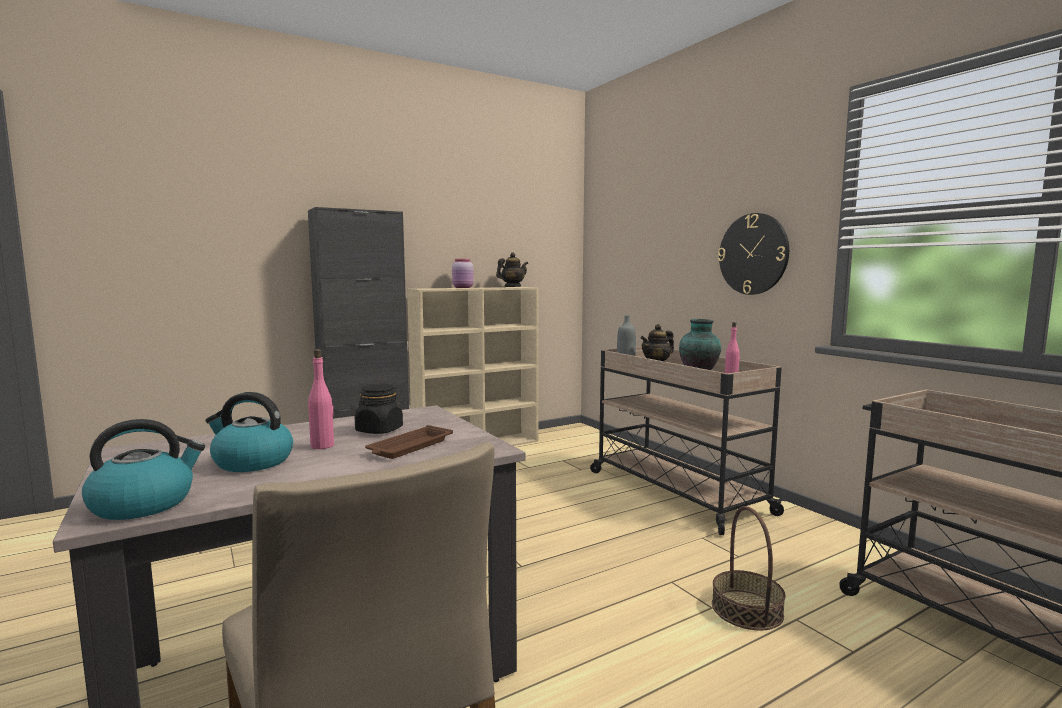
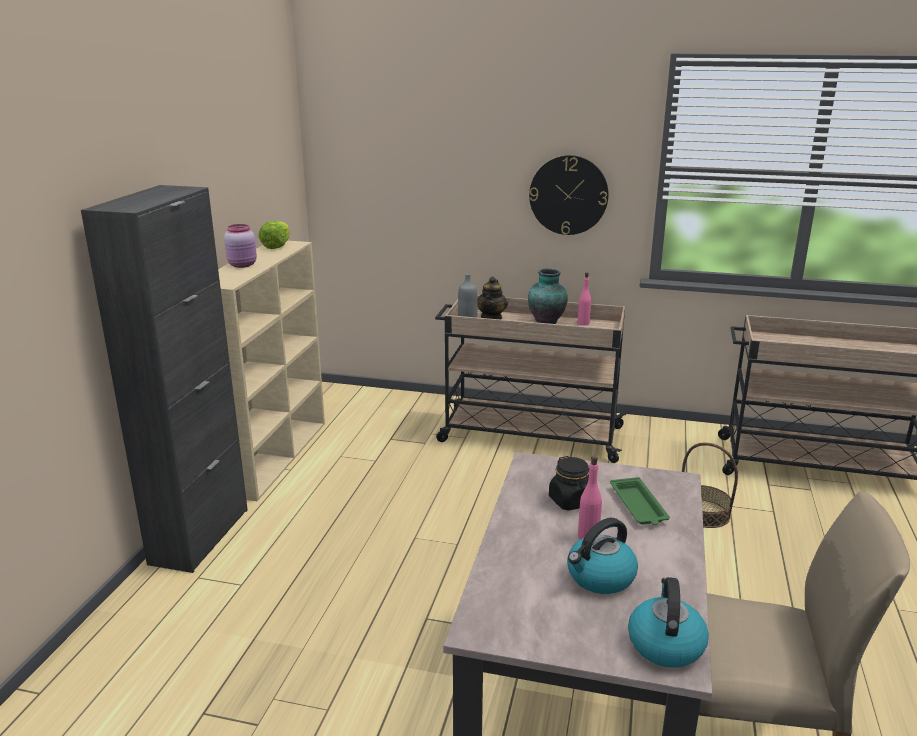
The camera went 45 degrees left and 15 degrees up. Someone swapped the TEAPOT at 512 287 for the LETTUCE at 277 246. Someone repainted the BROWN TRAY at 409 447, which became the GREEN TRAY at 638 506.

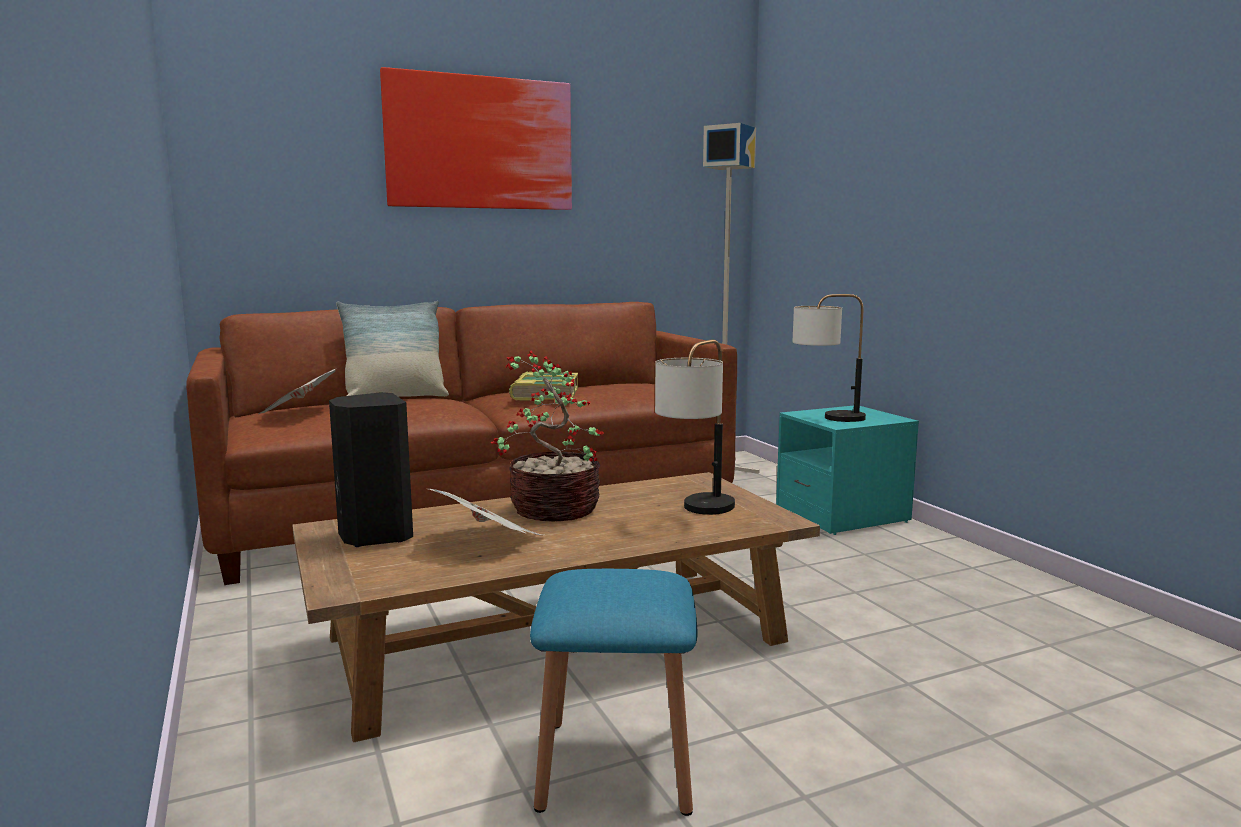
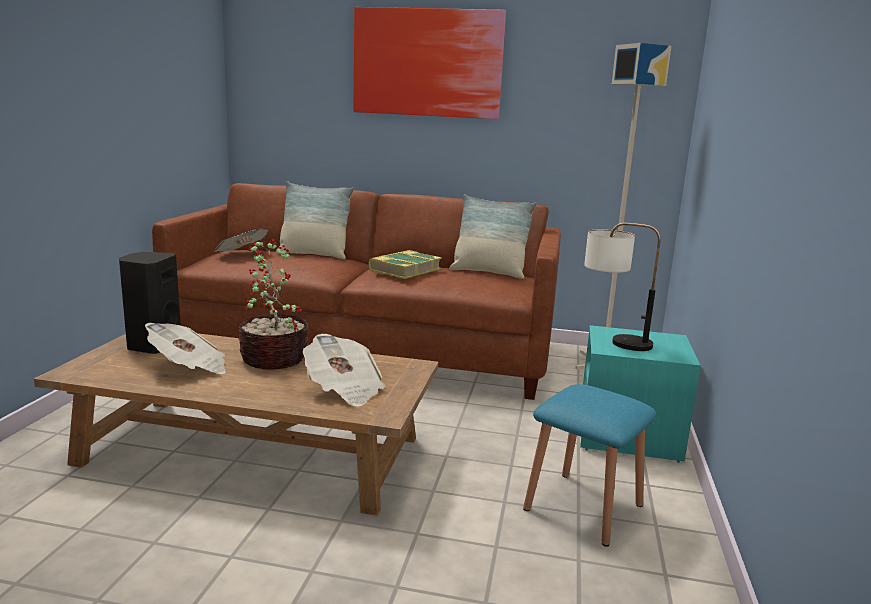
The camera went 35 degrees right and 5 degrees up. Someone put down the PILLOW at 488 273. Someone carried the BLUE STOOL from 615 765 to 583 507. Someone swapped the TABLE LAMP at 696 513 for the NEWSPAPER at 344 390.

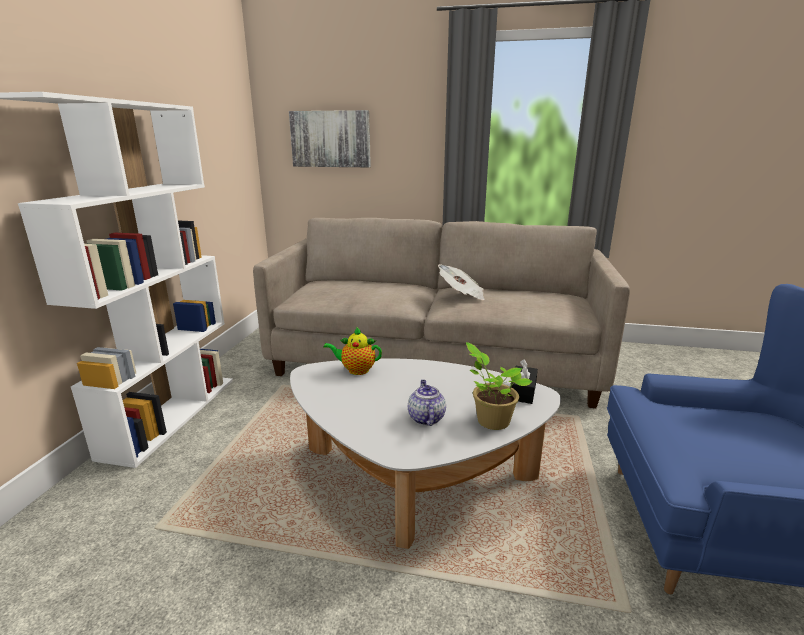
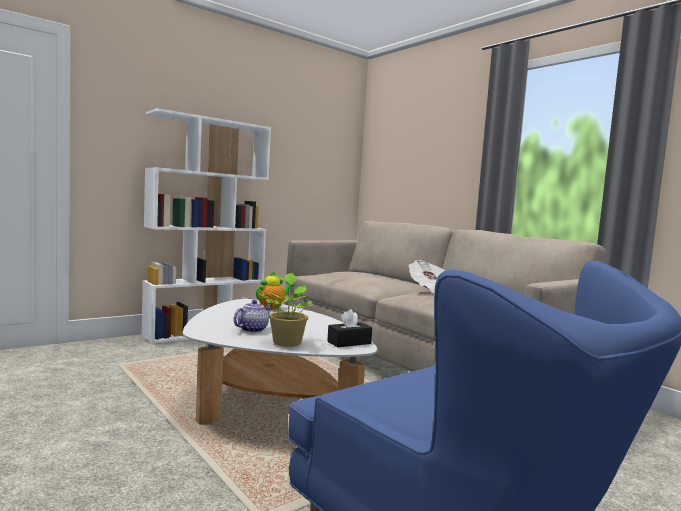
The camera went 40 degrees right and 15 degrees down. Someone took away the PICTURE at 330 139. Someone rotated the TEAPOT at 356 370 by 90 degrees clockwise.

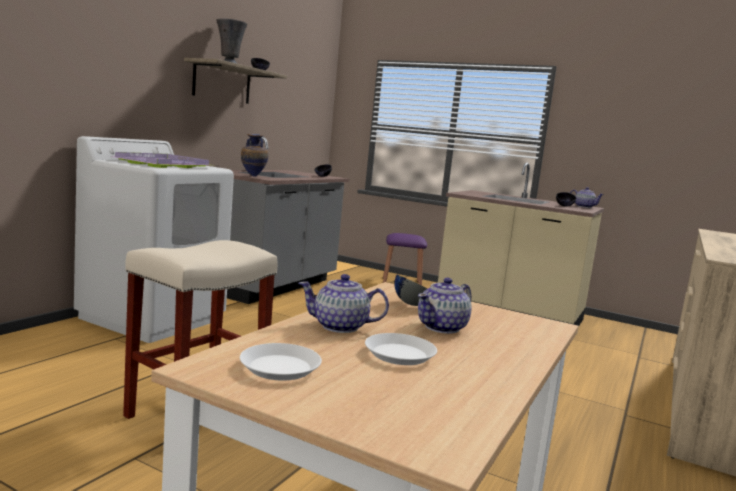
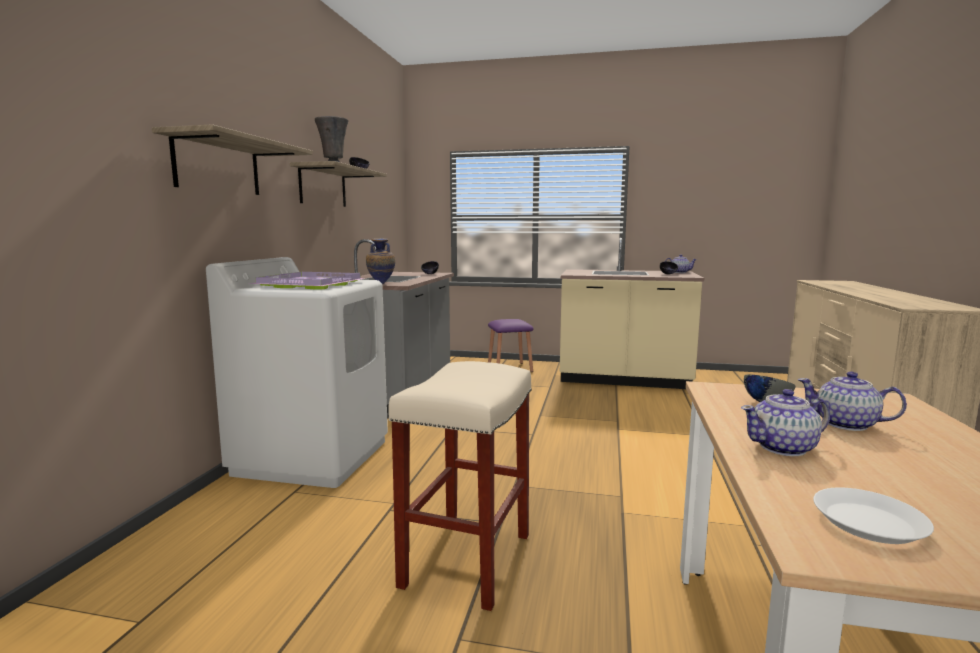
The camera went 15 degrees left and 0 degrees up. Someone took away the WHITE PLATE at 399 354. Someone put up the SHELF at 218 166. Someone rotated the TEAPOT at 442 327 by 90 degrees clockwise.

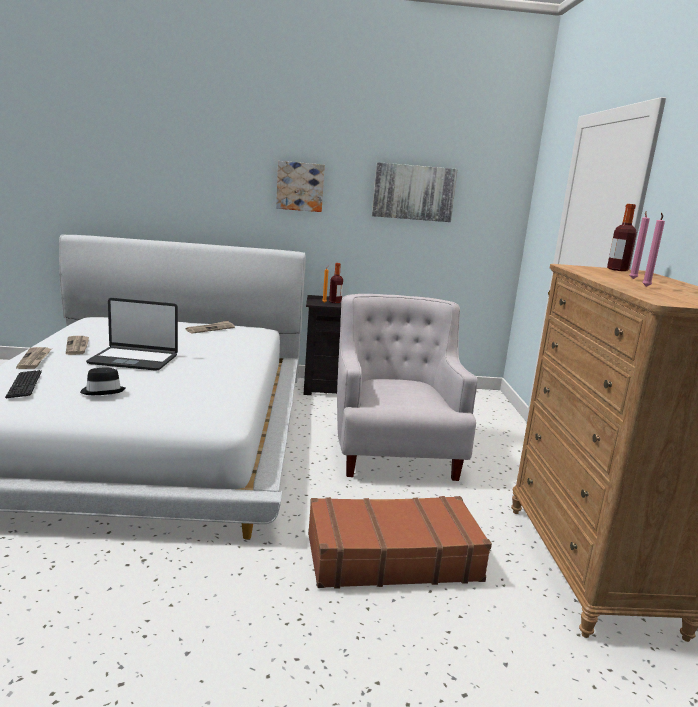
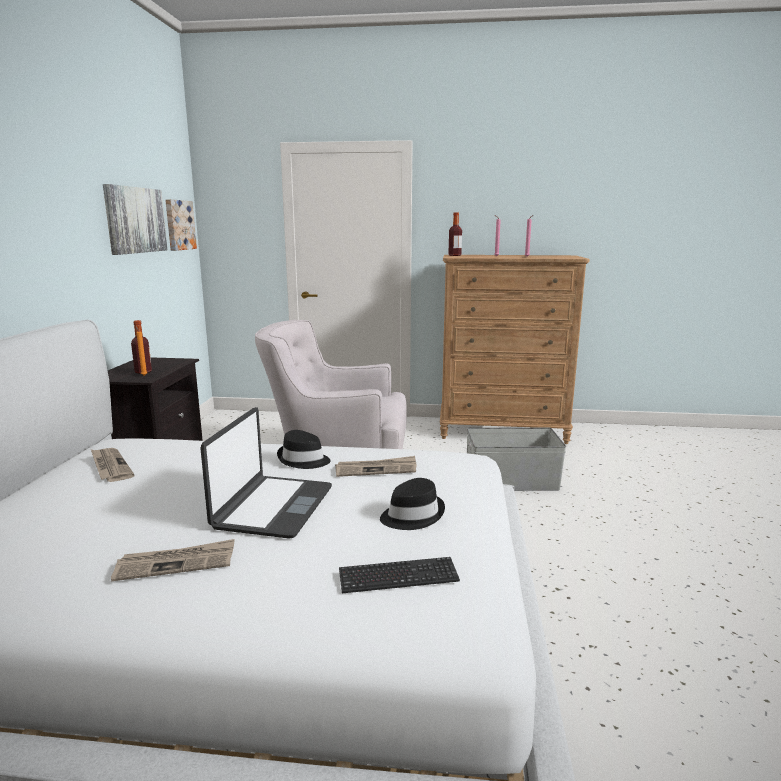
The camera went 80 degrees left and 0 degrees up. Someone put down the BLACK HAT at 303 460. Someone carried the NEWSPAPER from 35 359 to 376 469. Someone carried the PICTURE from 300 186 to 179 225. Someone swapped the BROWN SUITCASE at 391 556 for the GREY STORAGE BOX at 512 482.

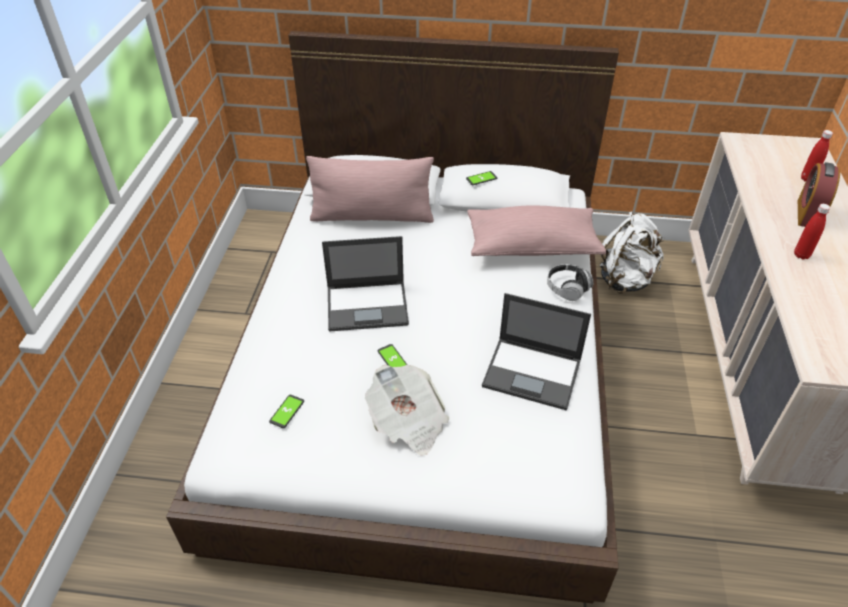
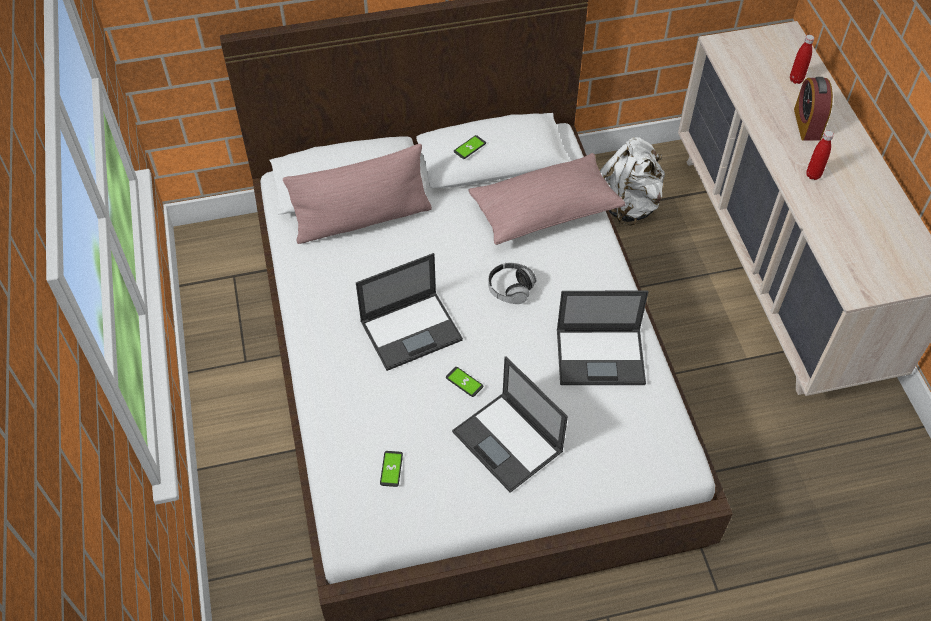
The camera went 20 degrees left and 10 degrees up. Someone carried the HEADPHONES from 567 288 to 510 289. Someone swapped the NEWSPAPER at 408 422 for the LAPTOP at 508 442.

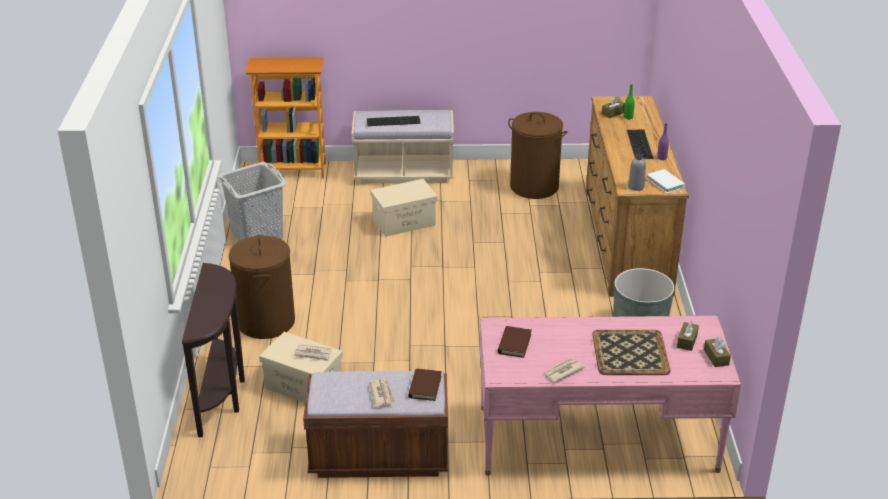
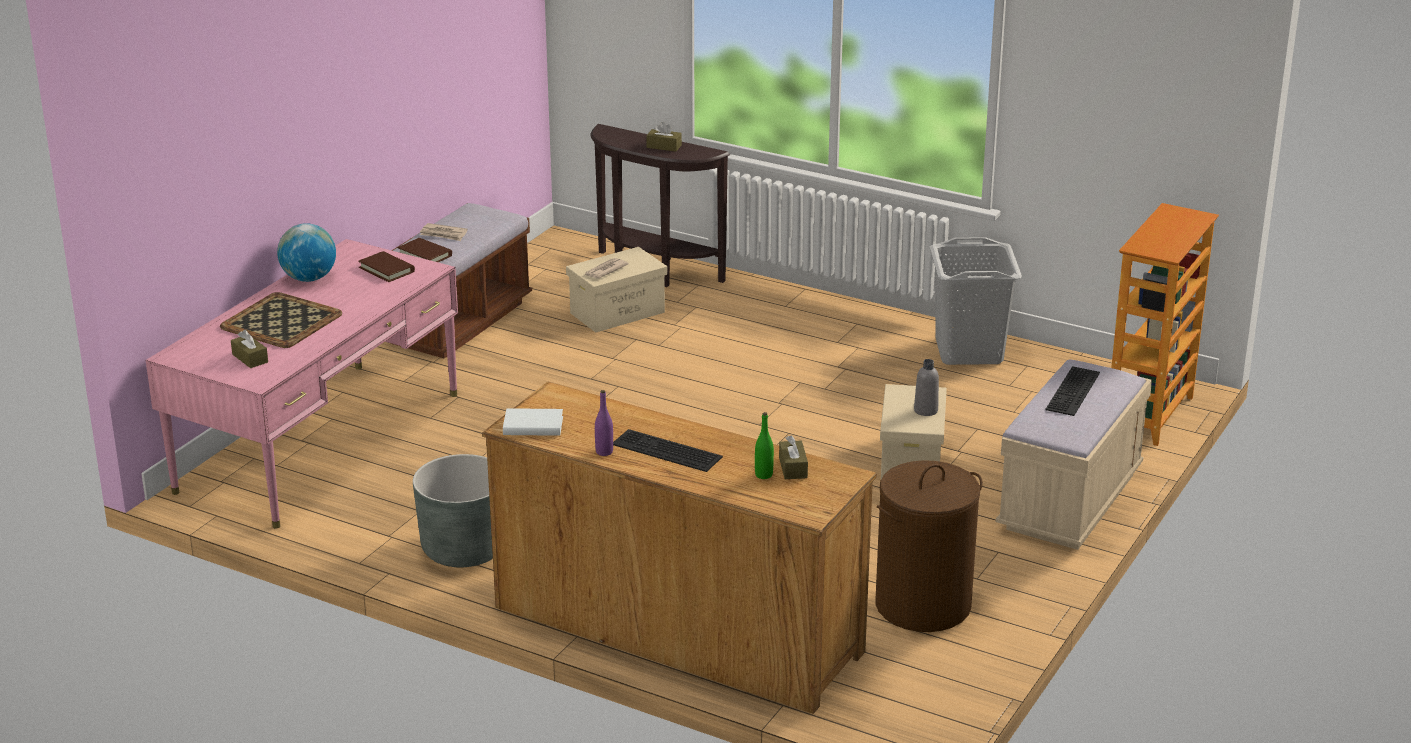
The camera went 120 degrees right and 5 degrees down. Someone took away the BROWN LAUNDRY BASKET at 266 322. Someone carried the GREY BOTTLE from 636 187 to 925 410. Someone carried the BROWN TISSUE BOX from 716 357 to 664 146. Someone swapped the NEWSPAPER at 562 372 for the GLOBE at 309 278.

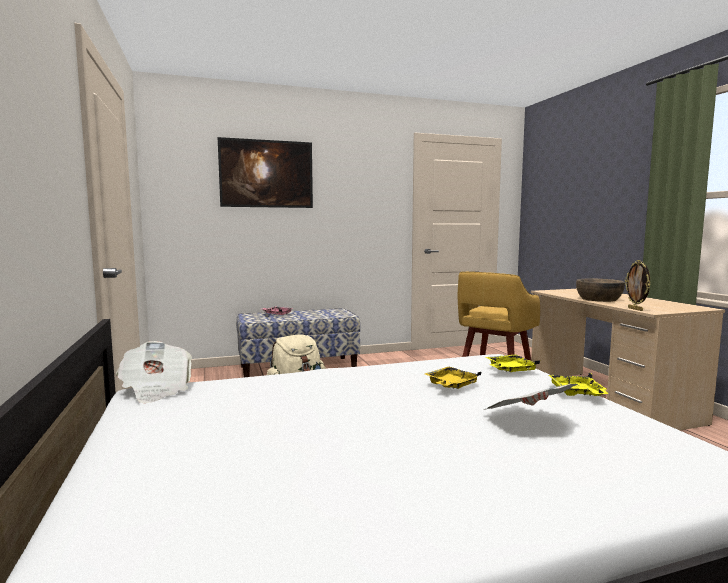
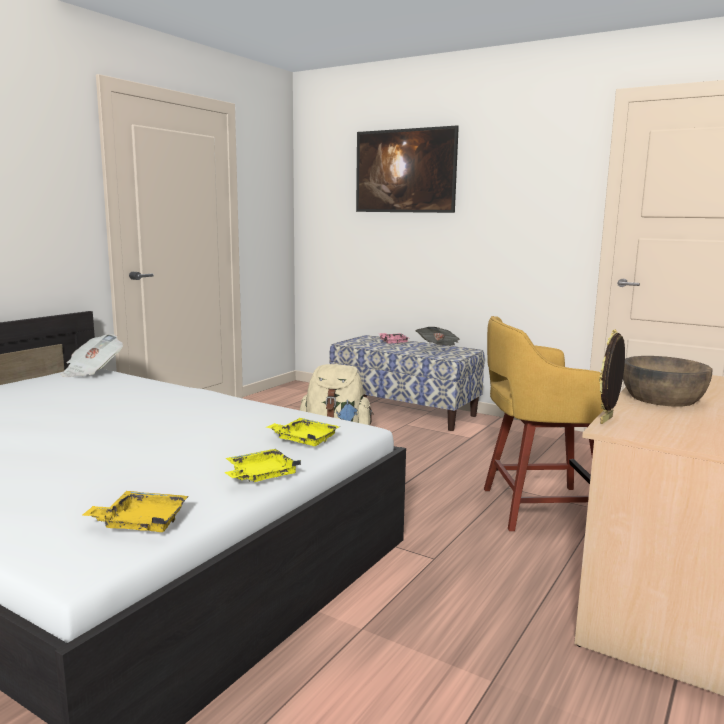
The camera went 50 degrees right and 5 degrees up. Someone carried the YELLOW TRAY from 451 385 to 141 522. Someone carried the NEWSPAPER from 527 420 to 438 348.

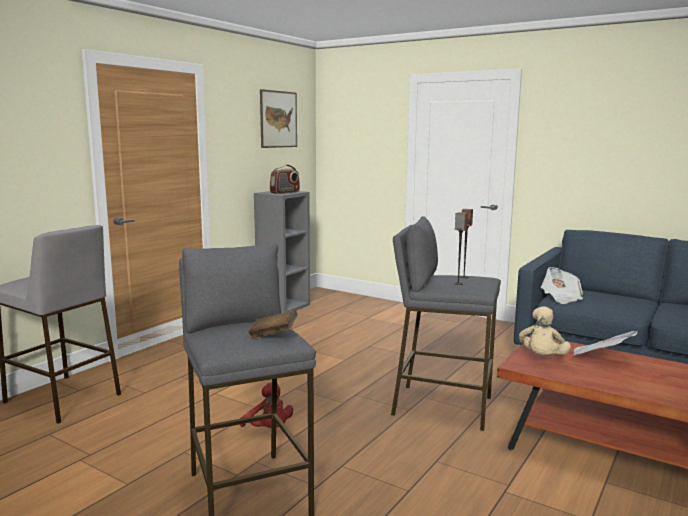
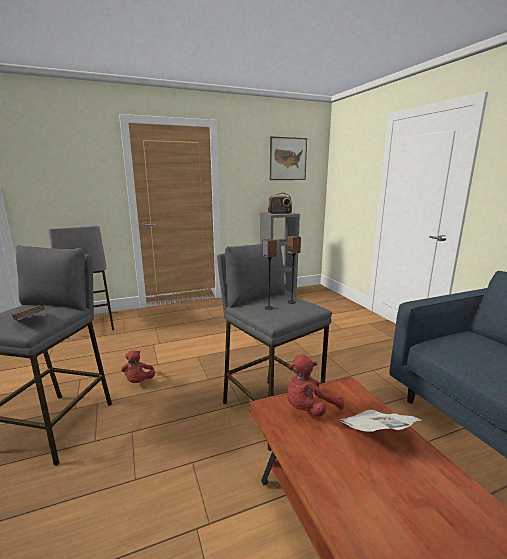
The camera went 35 degrees right and 5 degrees up. Someone took away the NEWSPAPER at 559 297. Someone repainted the BEIGE PLUSH TOY at 542 358, which became the RED PLUSH TOY at 309 409.

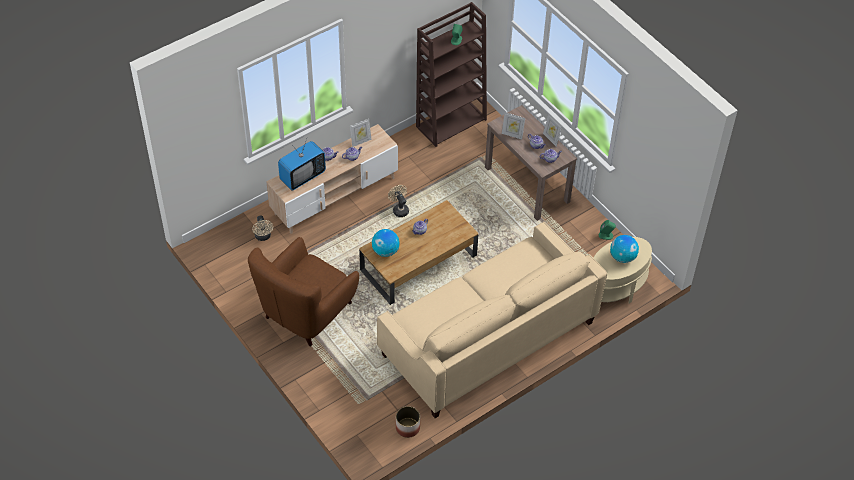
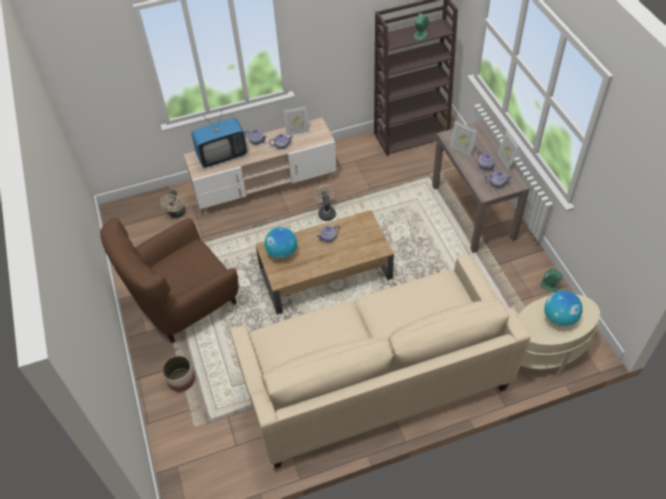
The camera went 20 degrees right and 0 degrees up. Someone carried the PLANTER from 407 428 to 181 380.

